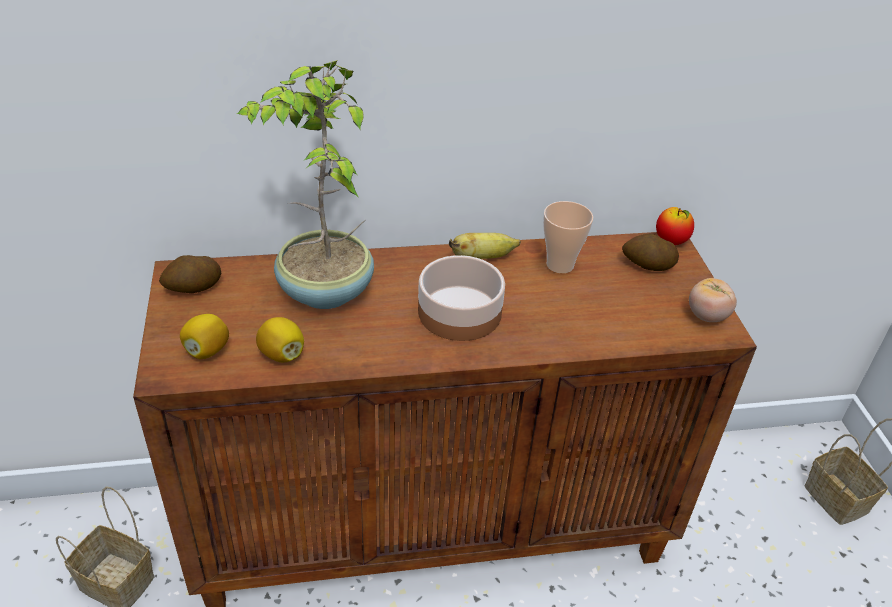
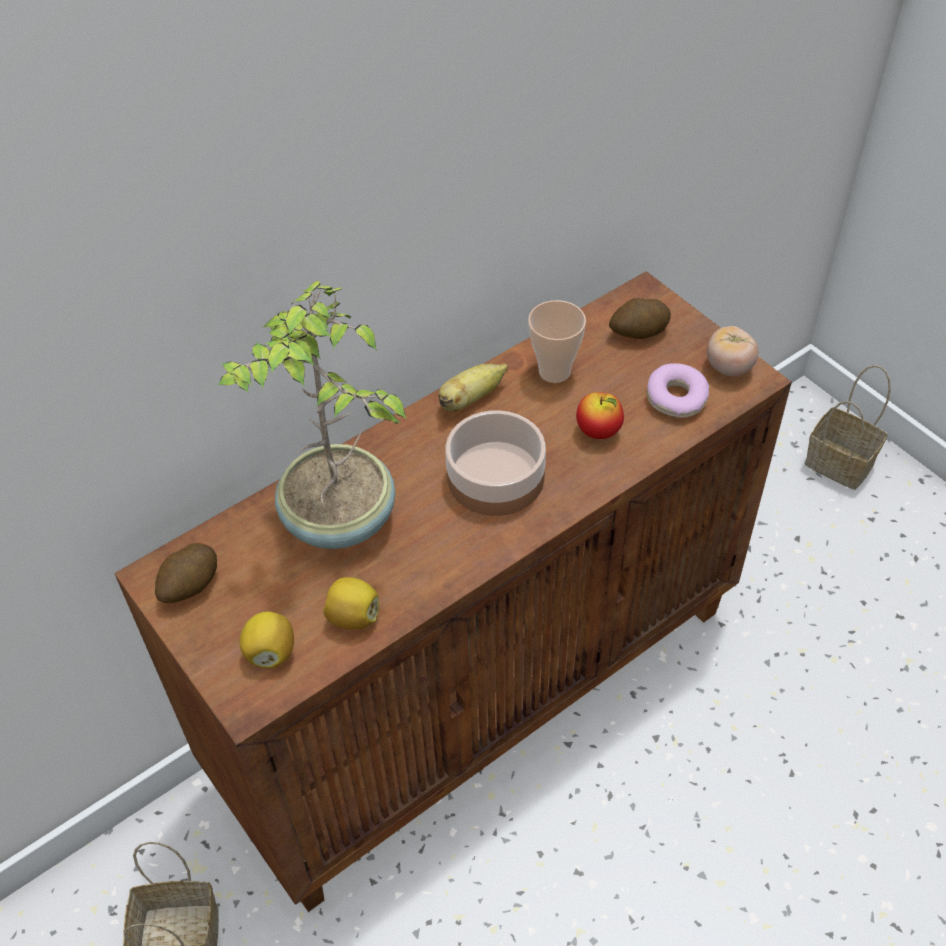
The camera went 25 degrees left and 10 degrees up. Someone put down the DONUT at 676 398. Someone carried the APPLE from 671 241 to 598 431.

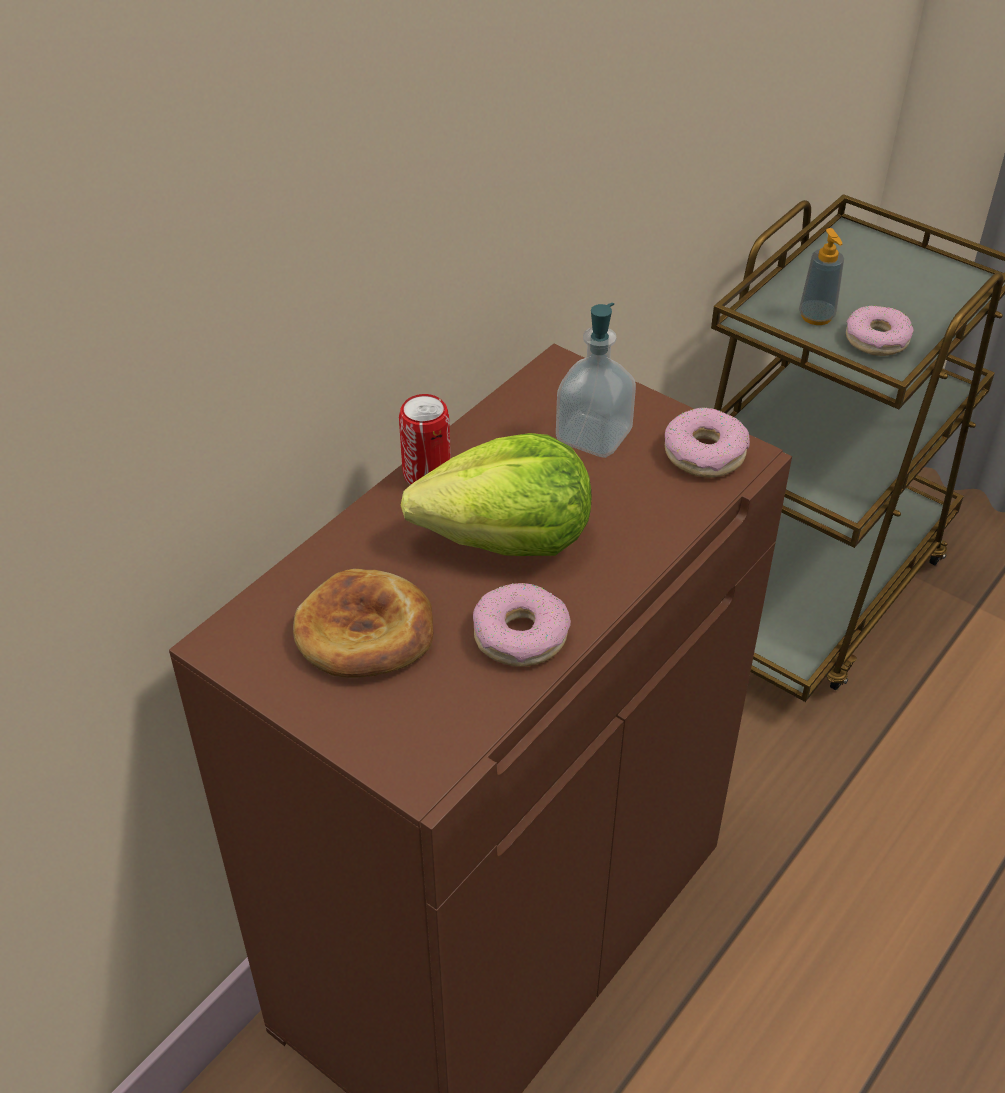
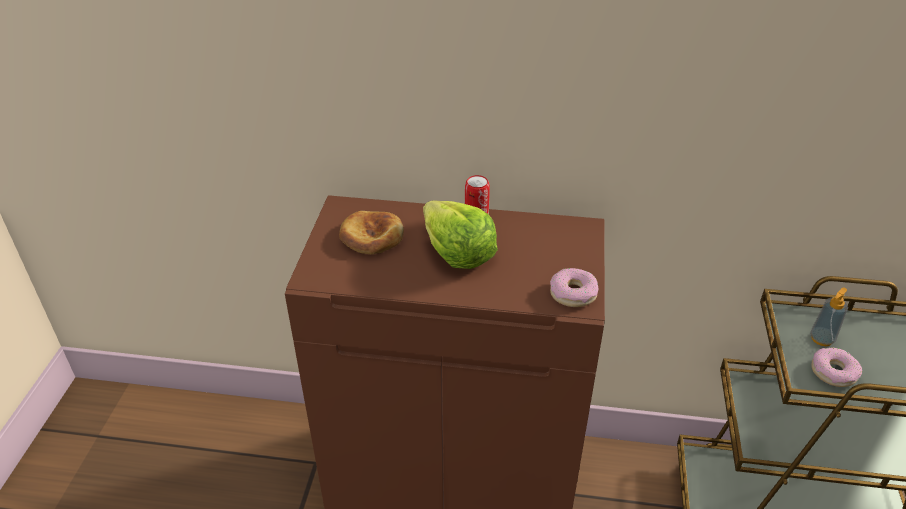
The camera went 60 degrees right and 5 degrees down. Someone took away the DONUT at 520 635. Someone took away the SOAP DISPENSER at 593 436.

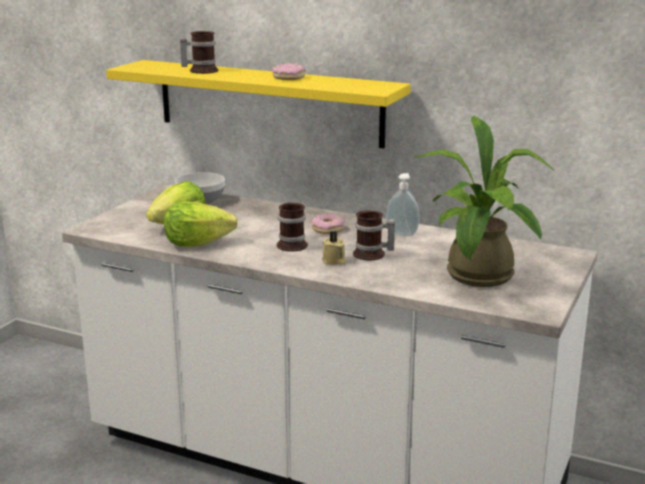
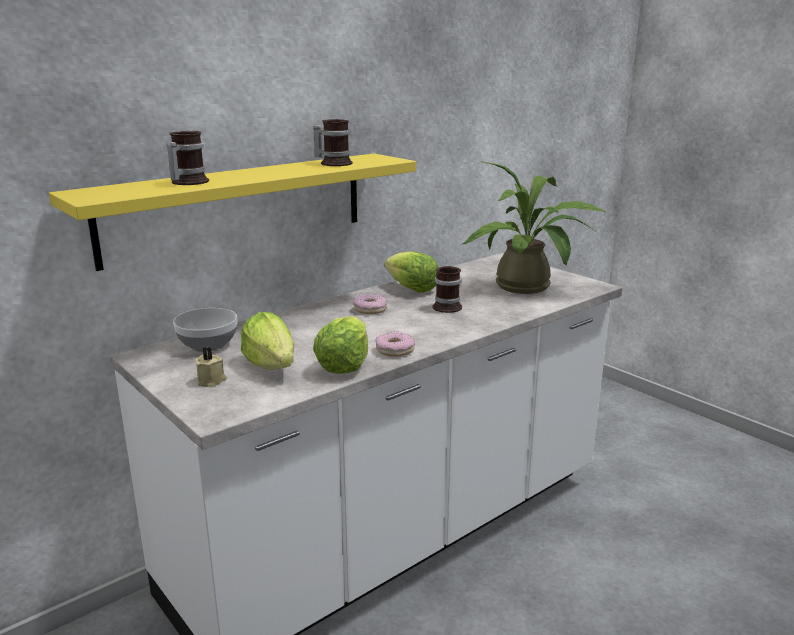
The camera went 65 degrees left and 0 degrees up. Someone carried the DONUT from 289 77 to 395 350. Someone carried the MUG from 293 244 to 334 163. Someone carried the BEIGE CANDLE from 334 261 to 212 381. Someone swapped the SOAP DISPENSER at 402 233 for the LETTUCE at 411 289.

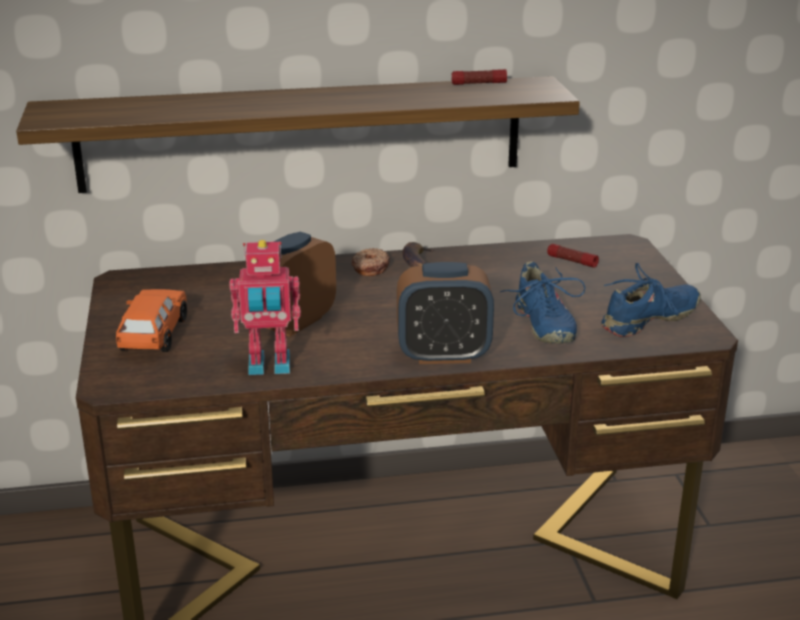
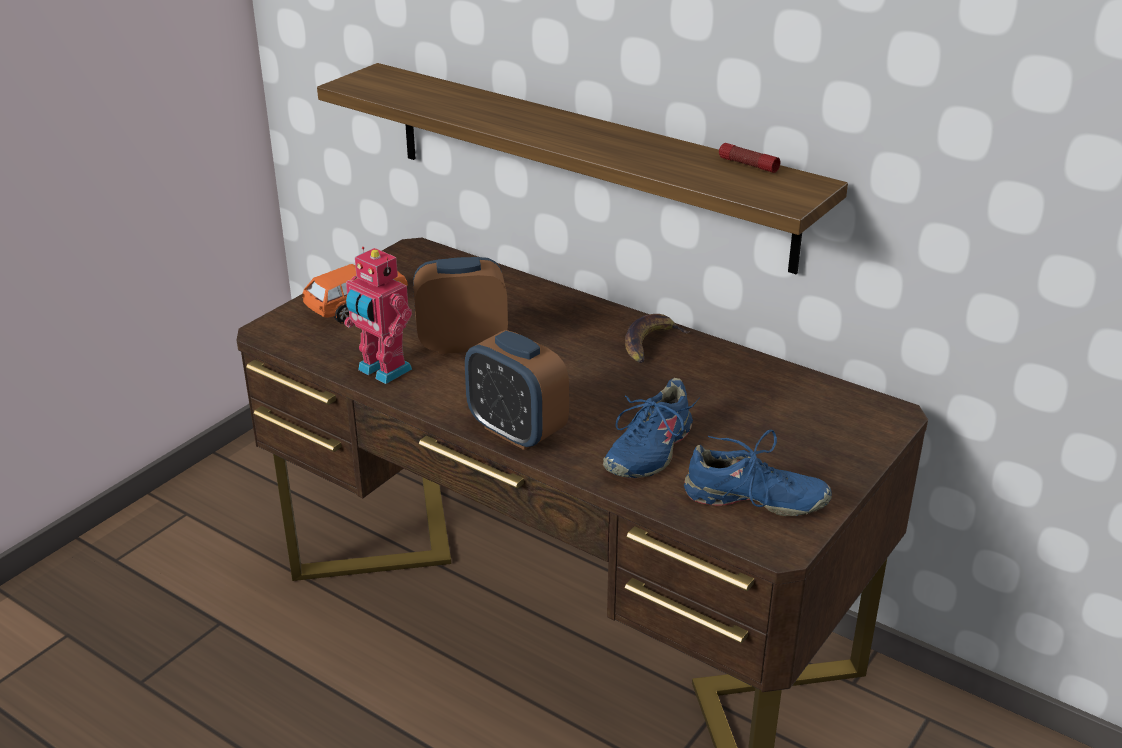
The camera went 45 degrees right and 5 degrees up. Someone took away the DONUT at 369 268. Someone took away the FLASHLIGHT at 572 261.

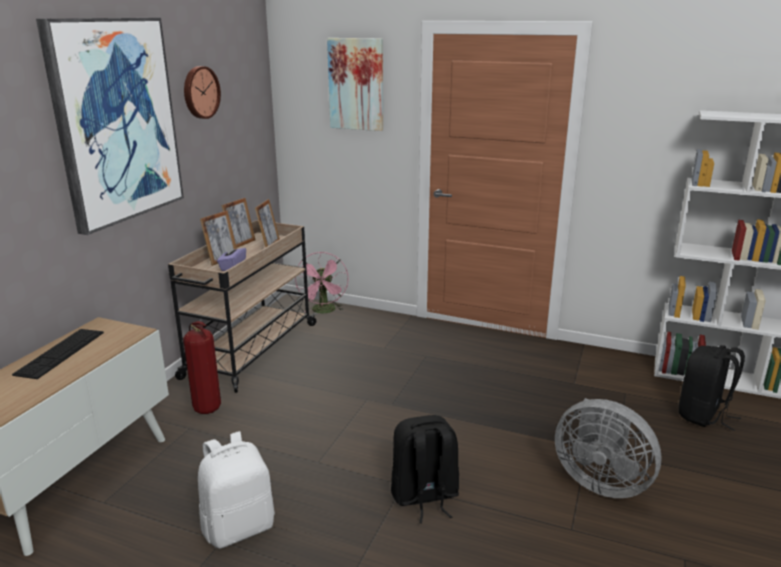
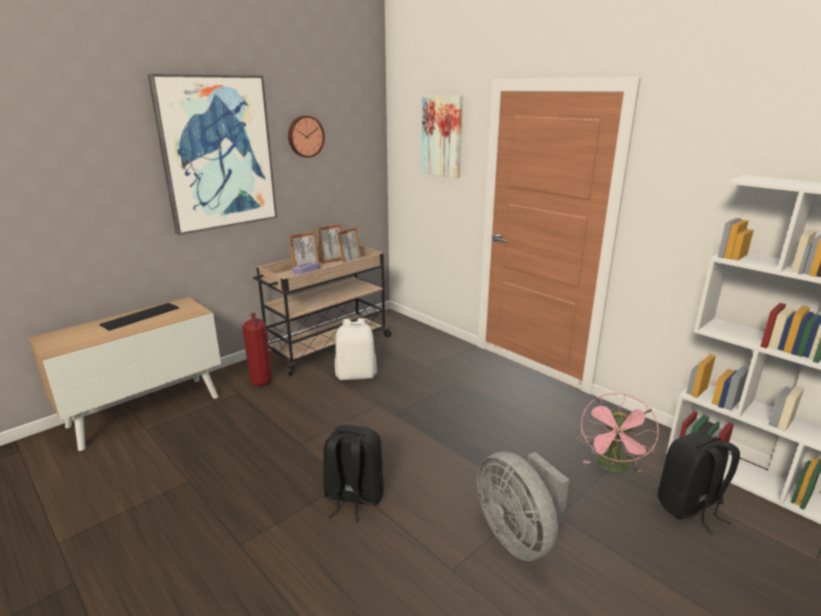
The camera went 25 degrees right and 0 degrees up. Someone carried the WHITE BACKPACK from 239 527 to 356 375. Someone carried the PINK FAN from 324 311 to 613 467.

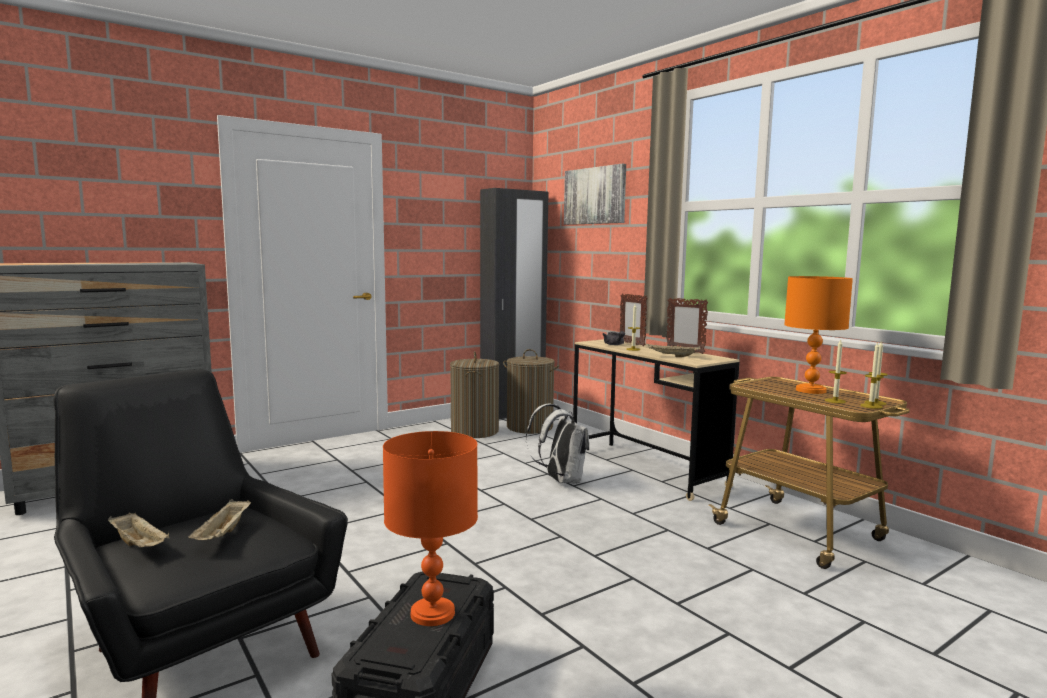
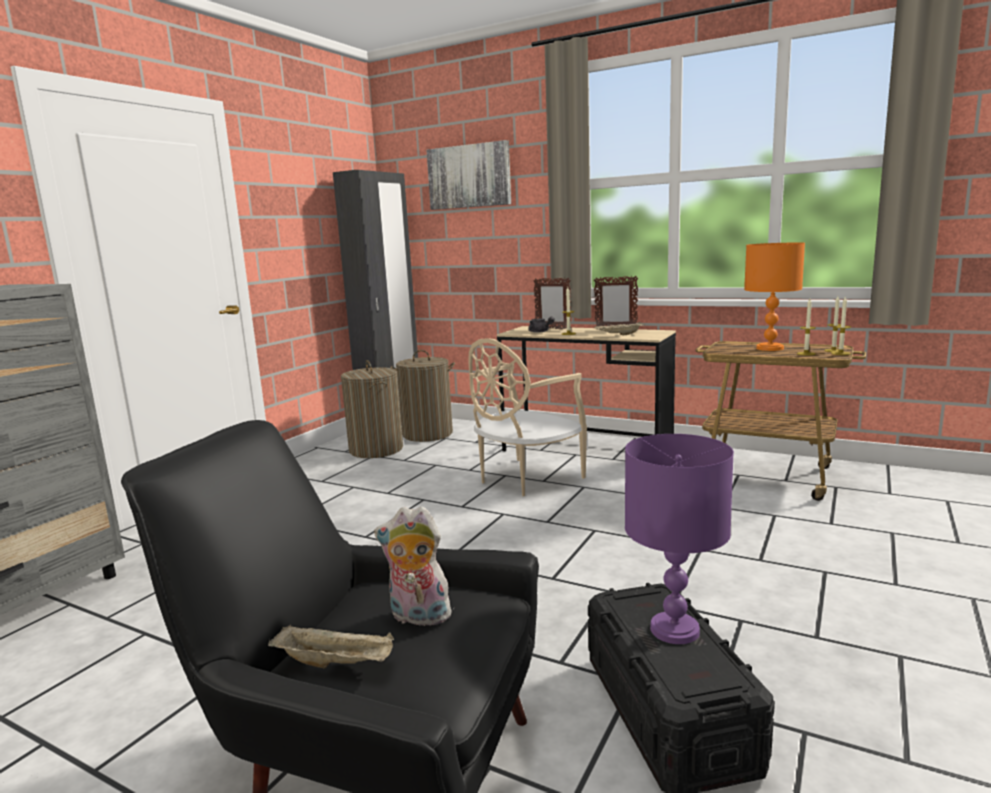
The camera went 25 degrees left and 5 degrees up. Someone swapped the BEIGE TRAY at 223 534 for the PLUSH TOY at 418 617. Someone swapped the WHITE BACKPACK at 560 480 for the BEIGE CHAIR at 525 478. Someone repainted the ORANGE TABLE LAMP at 432 614, which became the PURPLE TABLE LAMP at 675 630.

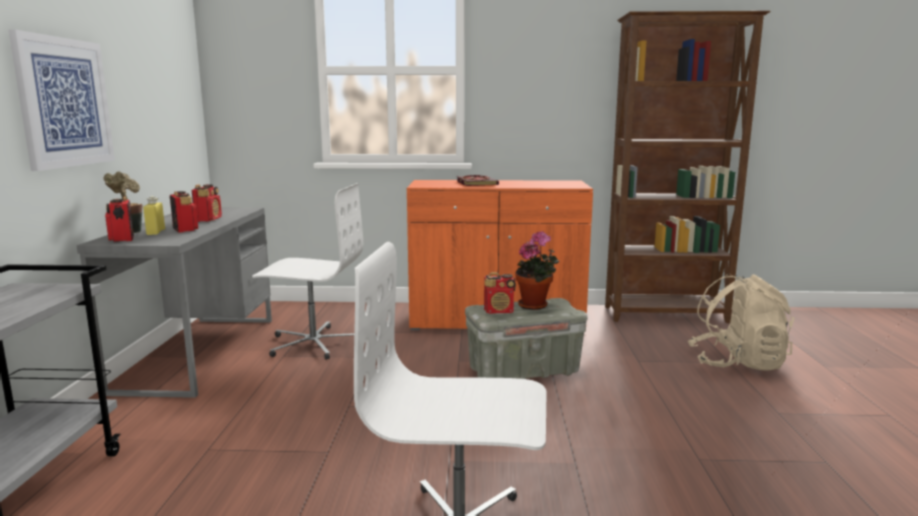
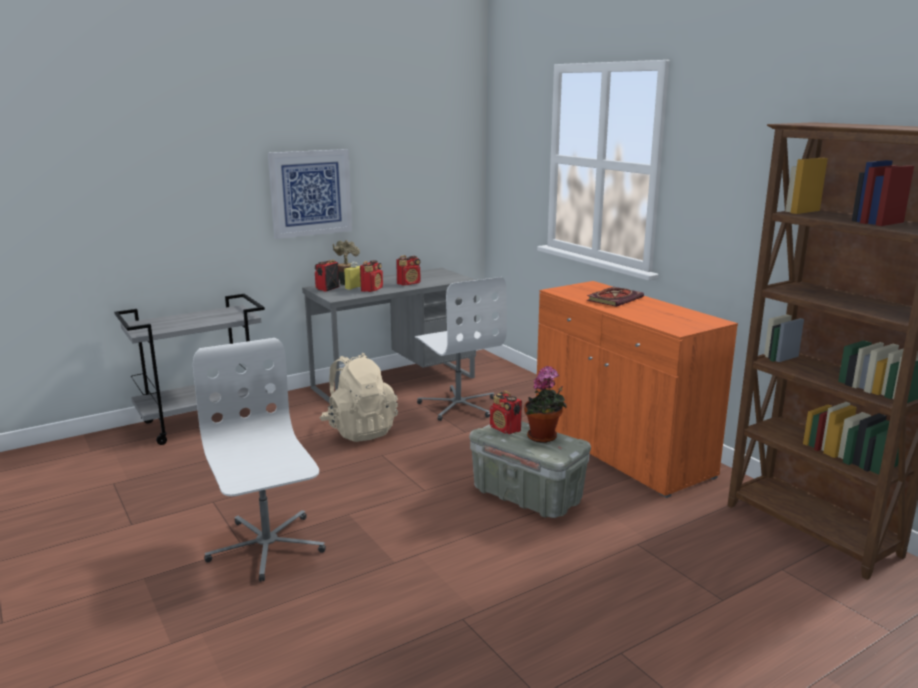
The camera went 55 degrees right and 5 degrees up. Someone carried the BEIGE BACKPACK from 737 363 to 359 430.

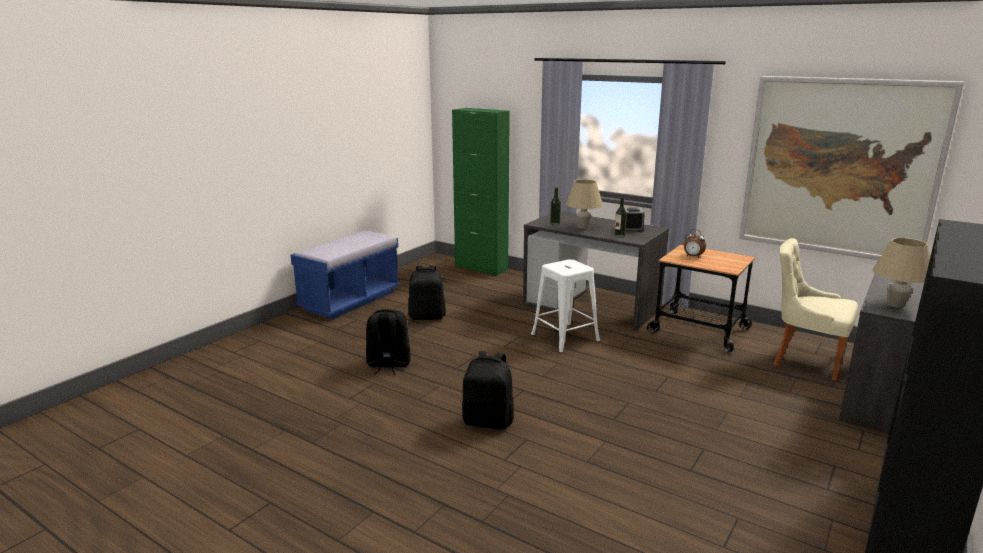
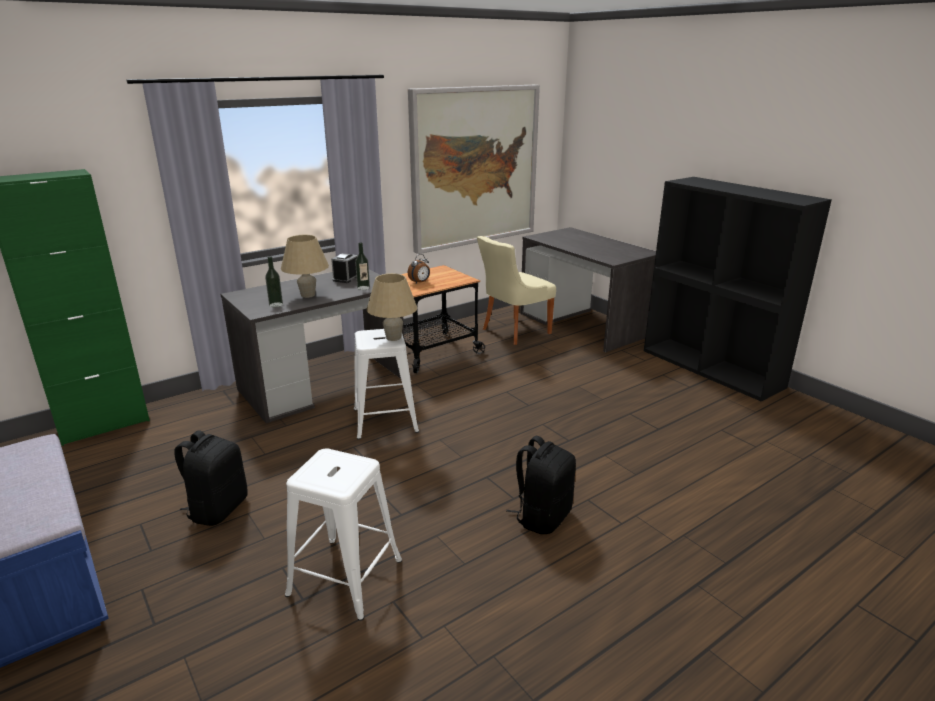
The camera went 70 degrees left and 5 degrees up. Someone carried the BEIGE TABLE LAMP from 895 304 to 393 338. Someone swapped the BLACK BACKPACK at 388 365 for the WHITE STOOL at 345 577.

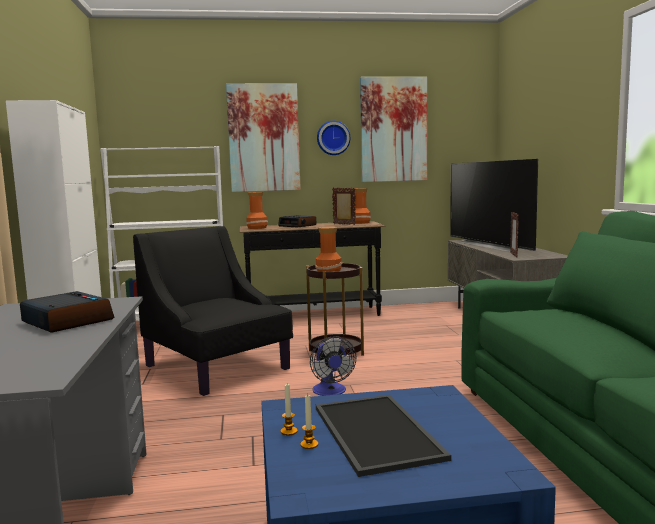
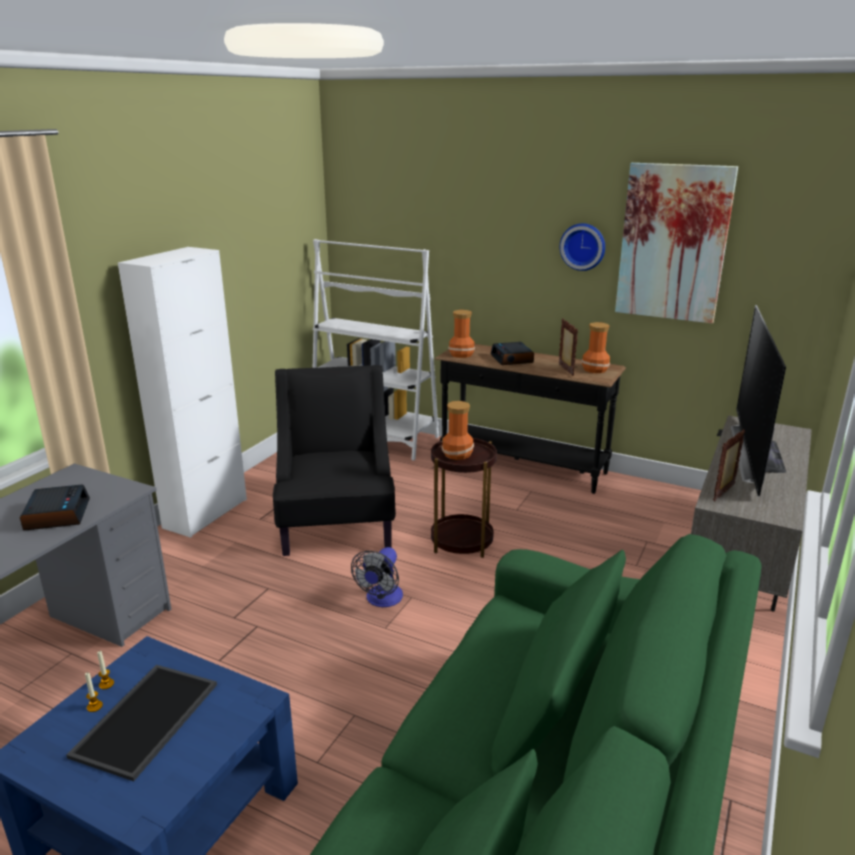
The camera went 35 degrees right and 15 degrees up. Someone took away the PICTURE at 263 138.

